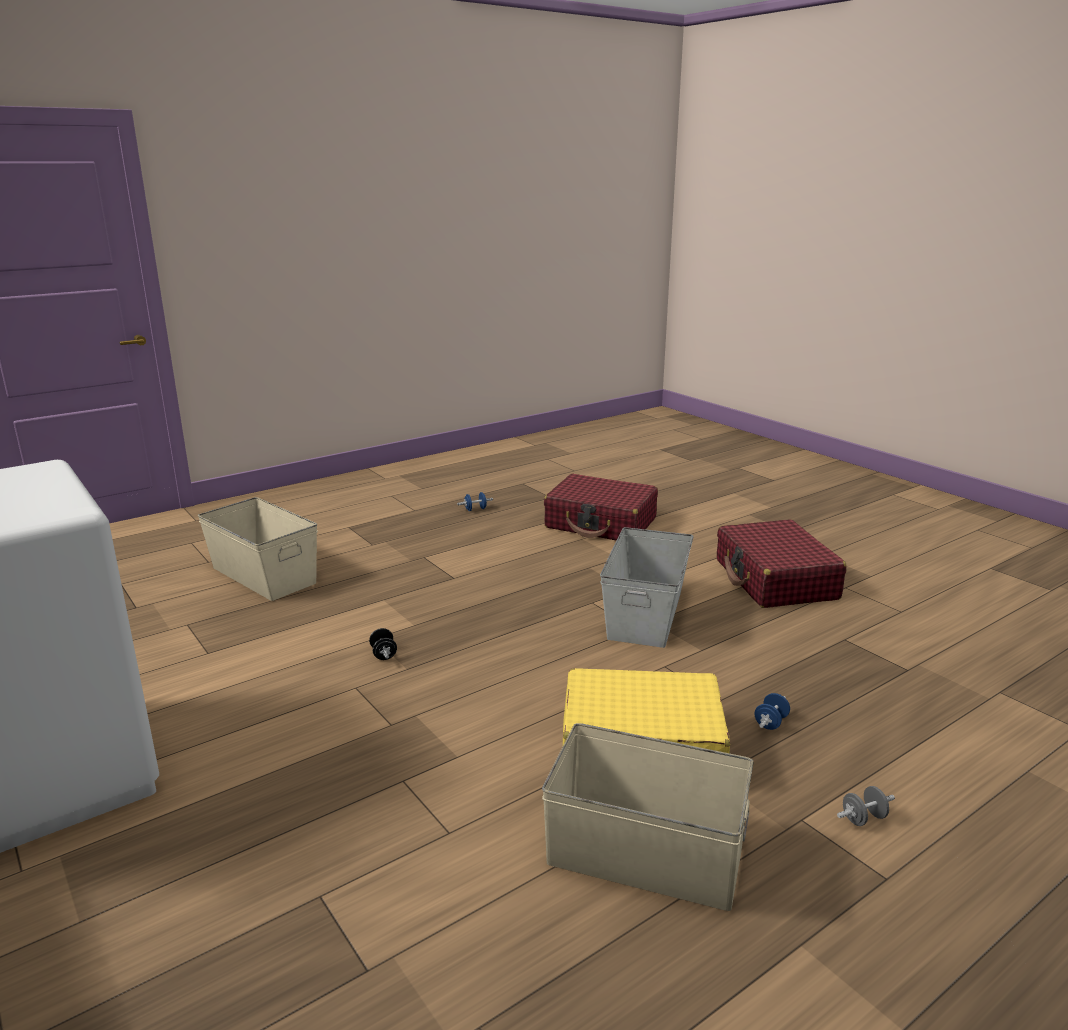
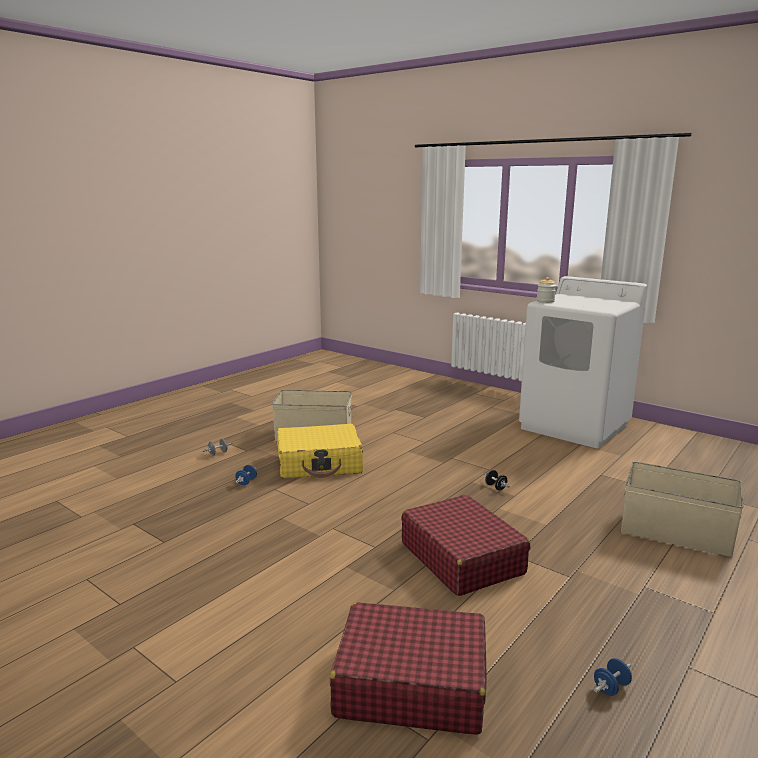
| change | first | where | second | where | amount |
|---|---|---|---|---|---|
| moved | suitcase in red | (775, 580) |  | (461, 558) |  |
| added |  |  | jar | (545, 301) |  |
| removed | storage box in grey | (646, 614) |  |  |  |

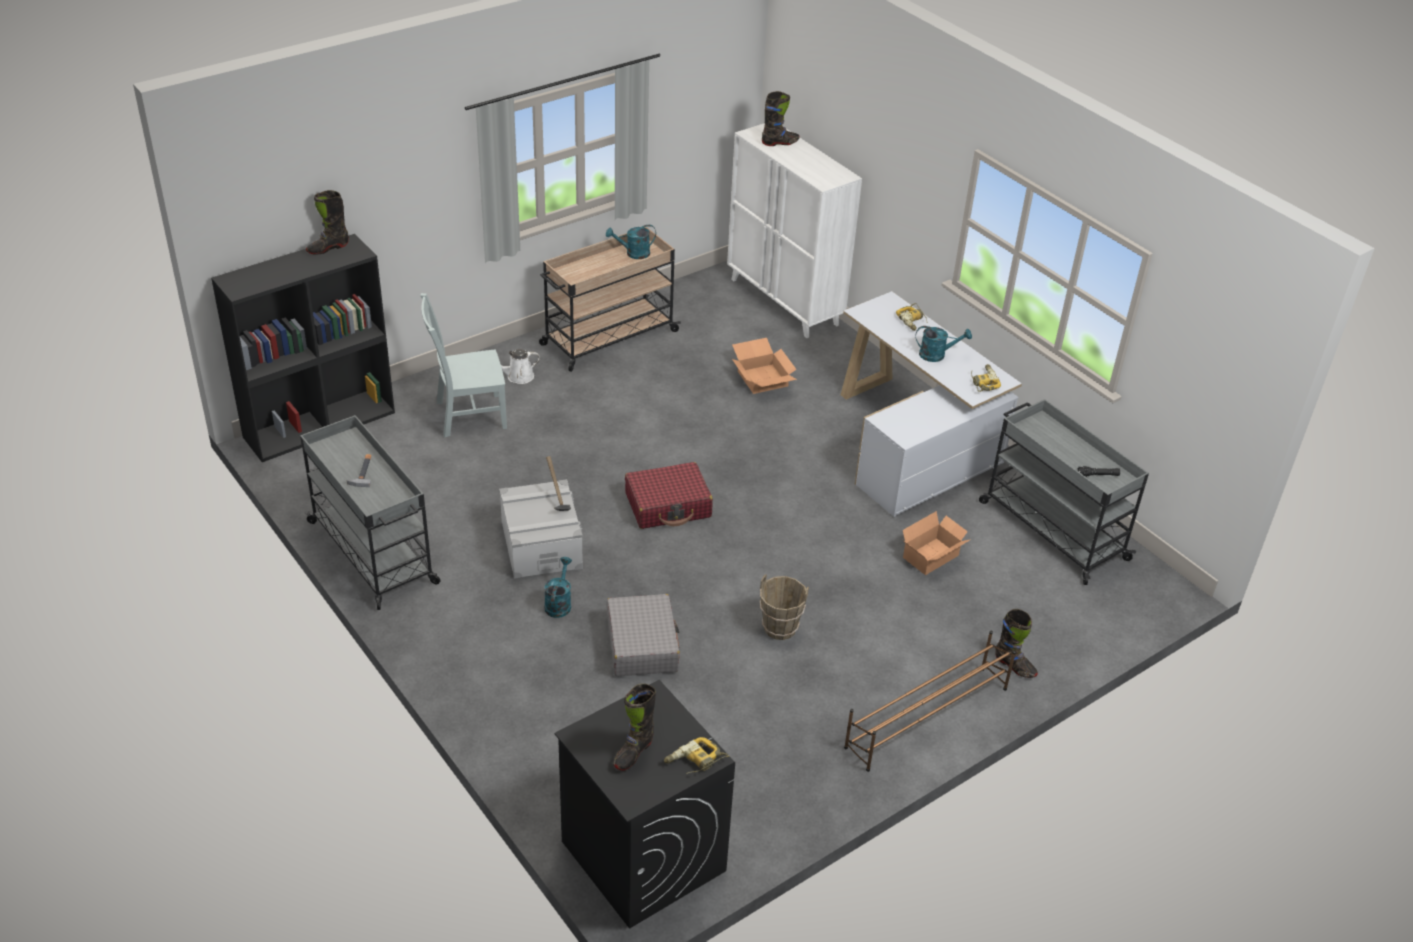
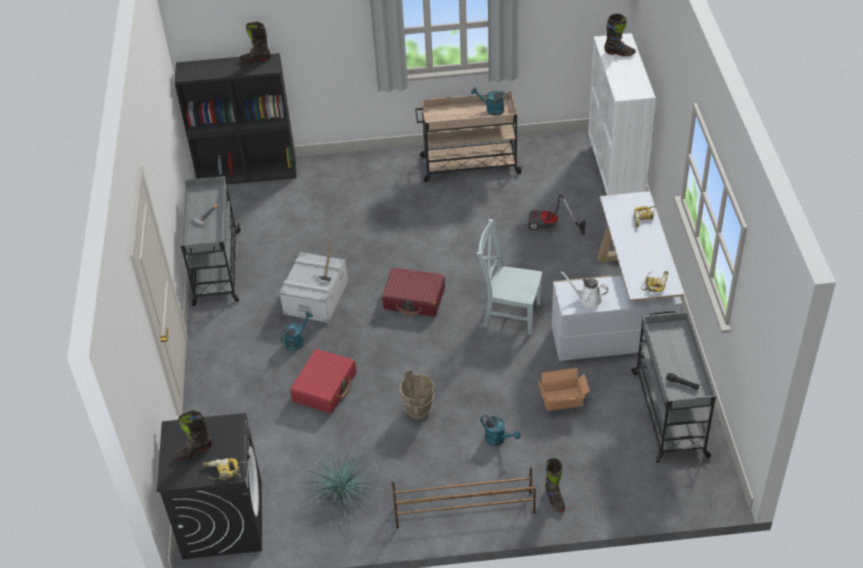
| change | first | where | second | where | amount |
|---|---|---|---|---|---|
| recoloured | suitcase in grey | (642, 645) | suitcase in red | (325, 387) |  |
| added |  |  | potted plant | (341, 491) |  |
| moved | chair in grey | (467, 415) |  | (509, 314) |  |
| moved | watering can in turquoise | (937, 355) |  | (498, 439) |  |
| replaced | cardboard box | (761, 378) | vacuum cleaner | (550, 227) |  |
| moved | watering can in white | (517, 376) |  | (587, 299) |  |

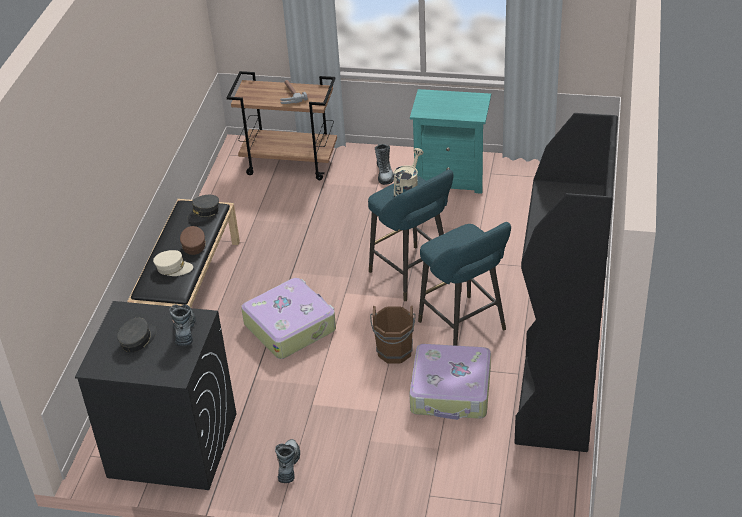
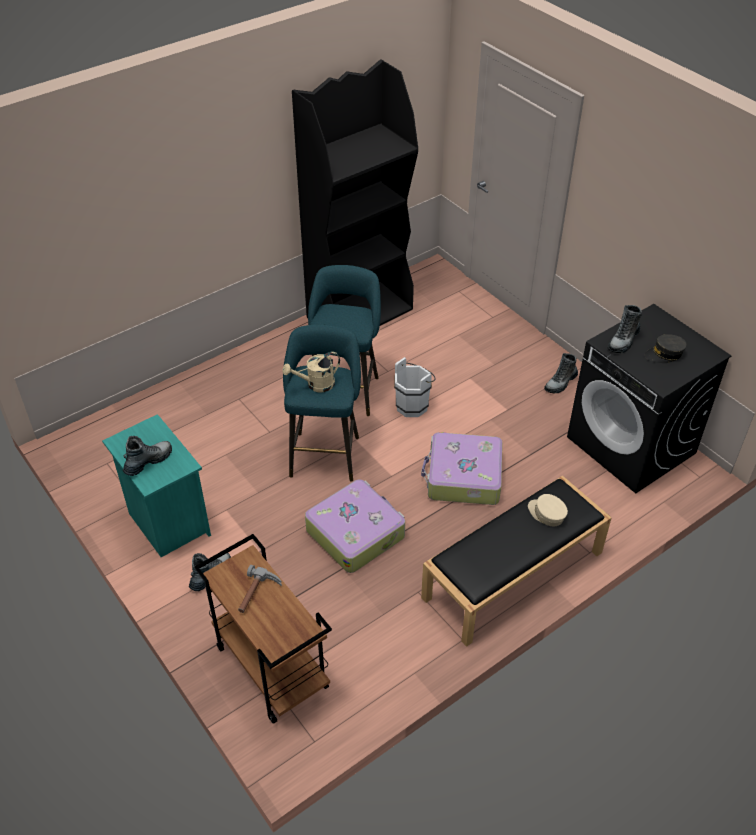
| change | first | where | second | where | amount |
|---|---|---|---|---|---|
| added |  |  | boot | (148, 462) |  |
| moved | suitcase | (451, 391) |  | (355, 532) |  |
| recoloured | bucket in brown | (394, 354) | bucket in white | (414, 405) |  |
| removed | cap in brown | (193, 245) |  |  |  |
| removed | cap in grey | (204, 213) |  |  |  |

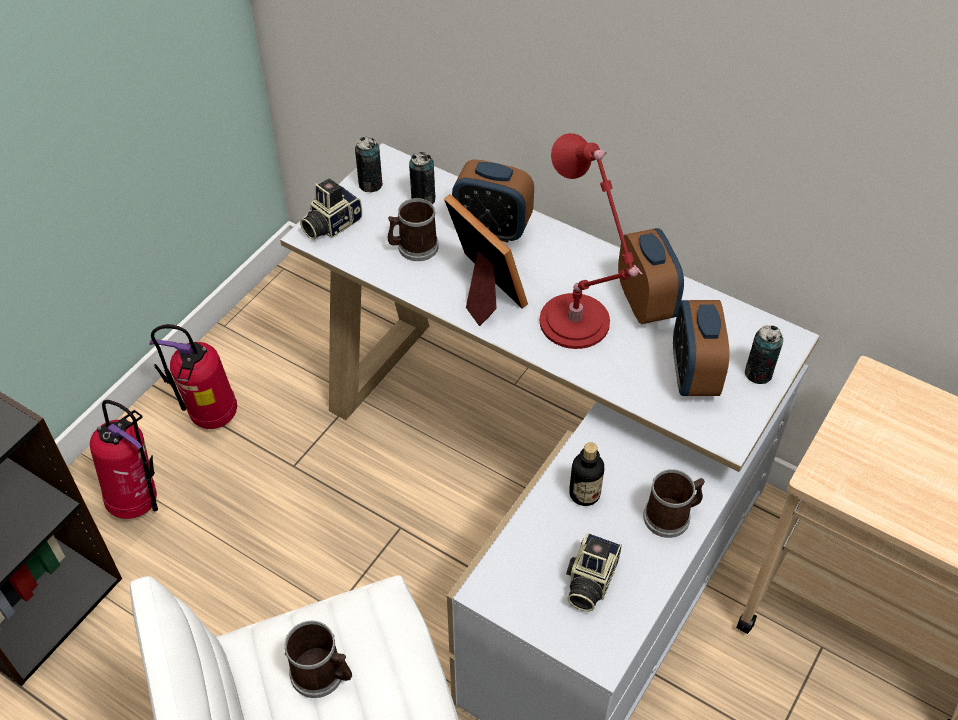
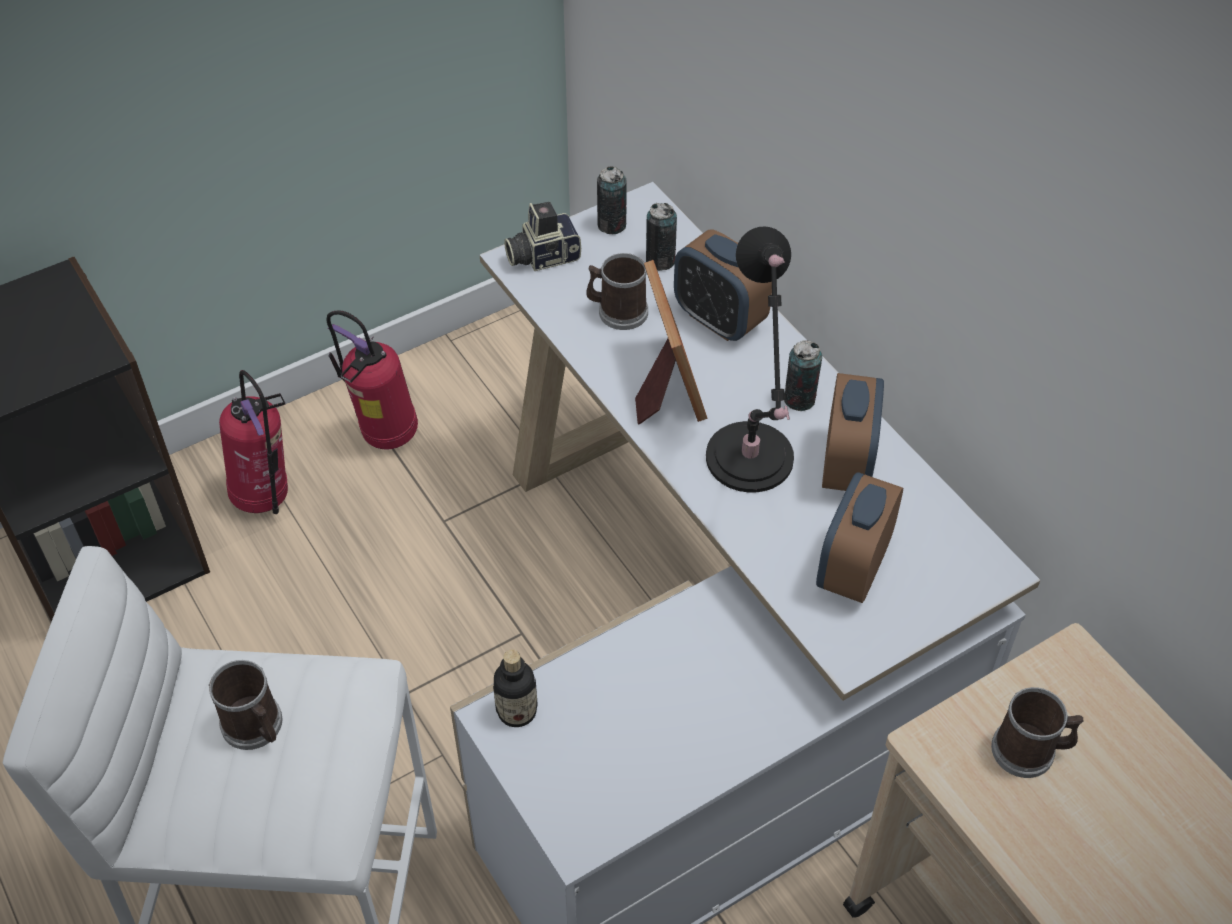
| change | first | where | second | where | amount |
|---|---|---|---|---|---|
| moved | bottle | (584, 494) |  | (517, 711) |  |
| recoloured | table lamp in red | (577, 326) | table lamp in black | (750, 464) |  |
| moved | can | (758, 374) |  | (799, 399) |  |
| moved | mug | (671, 516) |  | (1030, 751) |  |
| removed | photo camera | (589, 581) |  |  |  |

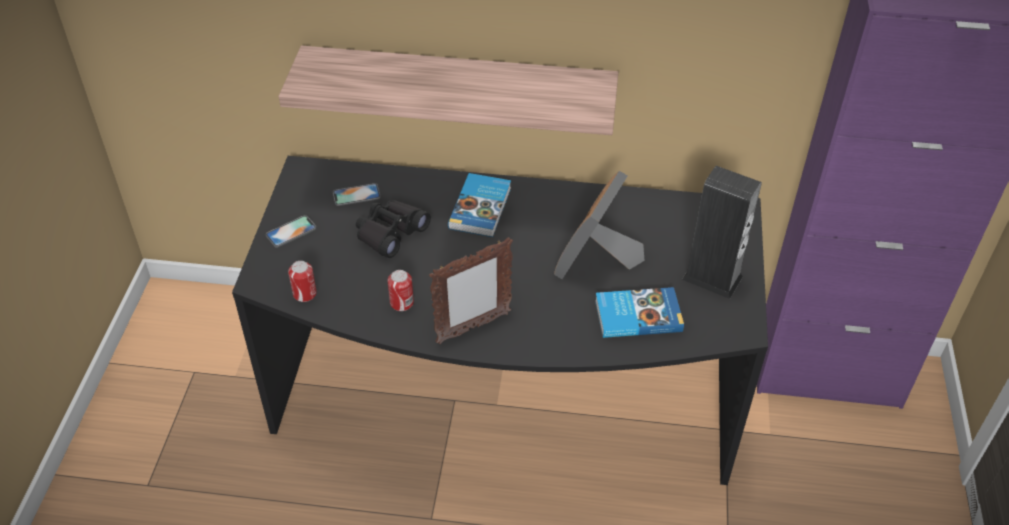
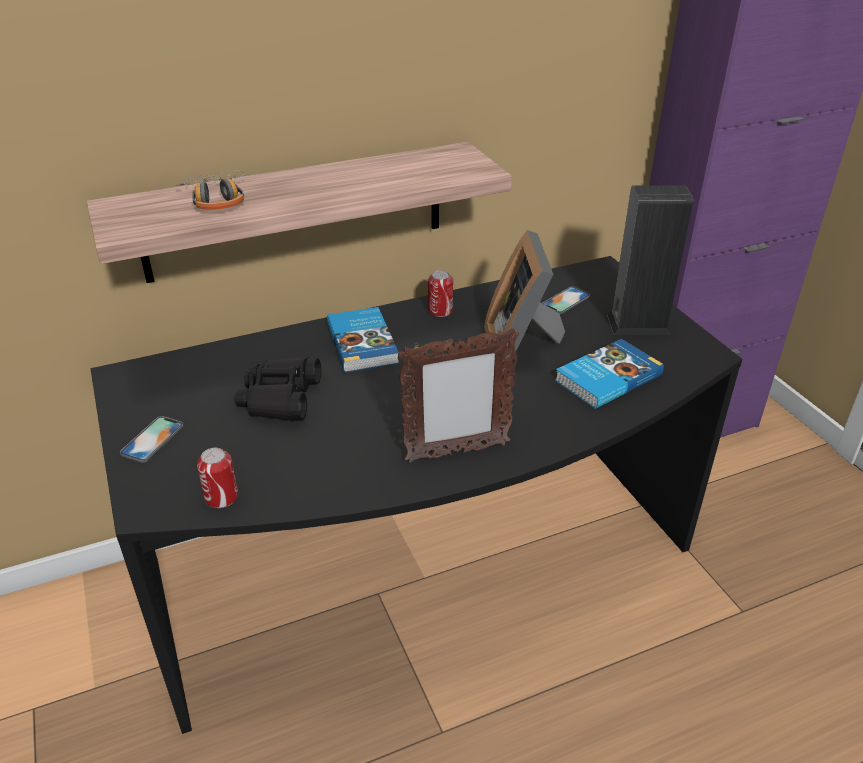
| change | first | where | second | where | amount |
|---|---|---|---|---|---|
| added |  |  | headphones | (217, 200) |  |
| turned | picture frame | (472, 328) |  | (456, 453) | 45 degrees clockwise |
| moved | can | (401, 303) |  | (440, 311) |  |
| moved | phone | (356, 195) |  | (566, 301) |  |

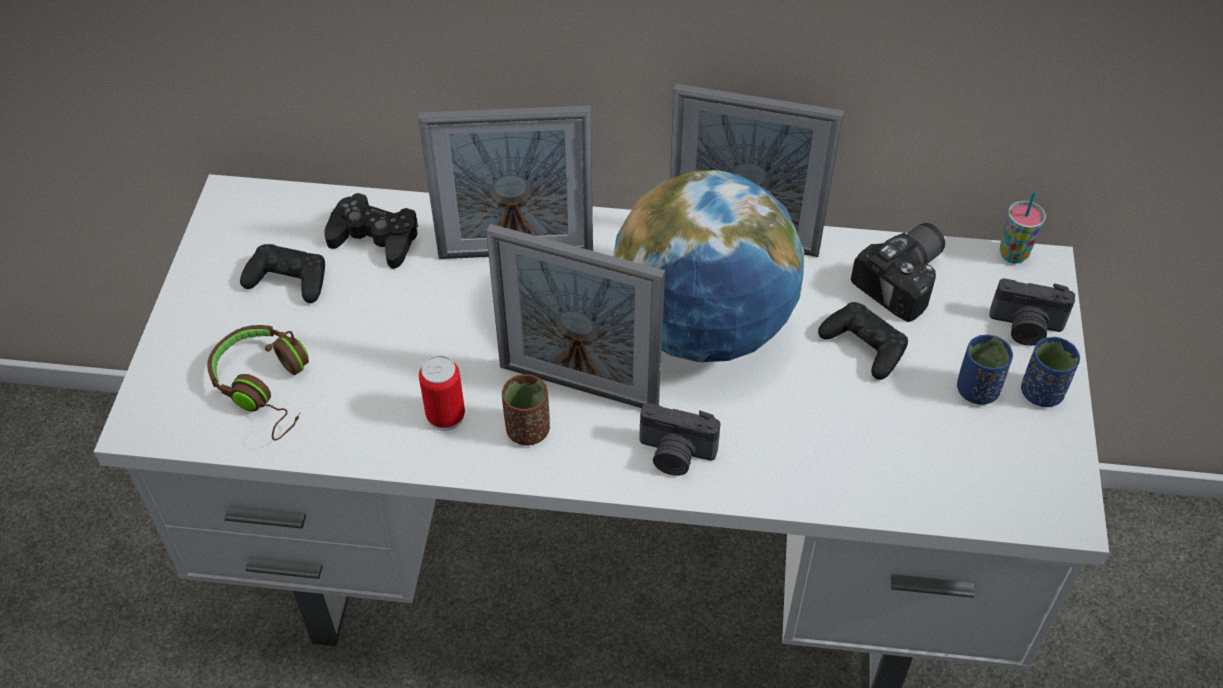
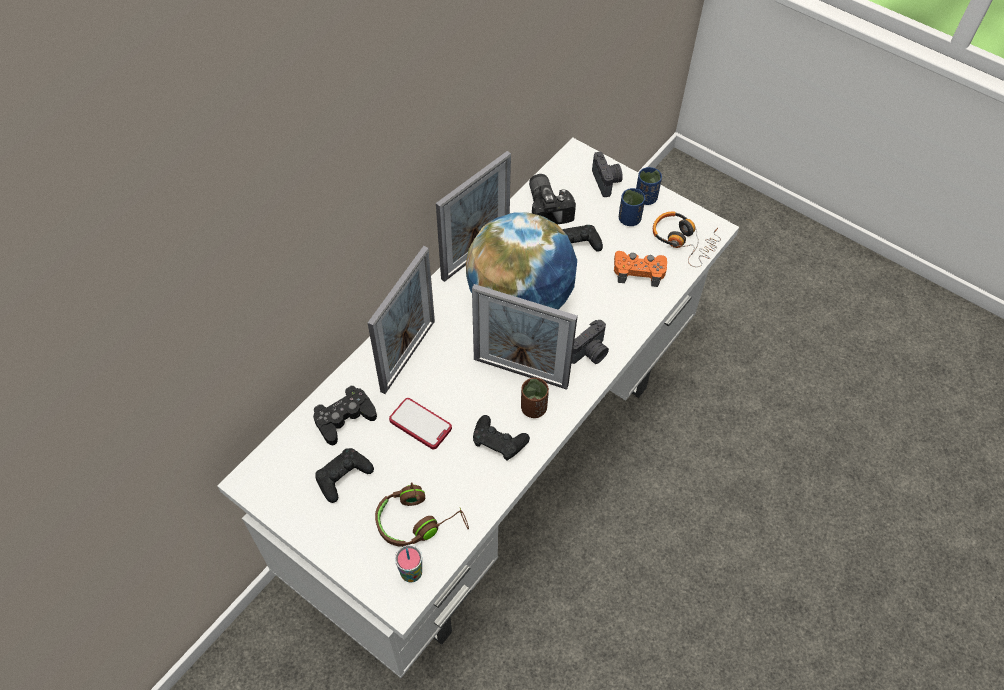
| change | first | where | second | where | amount |
|---|---|---|---|---|---|
| added |  |  | phone | (420, 424) |  |
| moved | cup | (1013, 254) |  | (411, 573) |  |
| turned | picture frame | (578, 386) |  | (520, 372) | 60 degrees clockwise |
| replaced | can | (445, 415) | game controller in black | (499, 441) |  |
| turned | photo camera | (1025, 328) |  | (607, 181) | 60 degrees counterclockwise |
| added |  |  | game controller in orange | (639, 271) |  |
| added |  |  | headphones | (683, 241) |  |

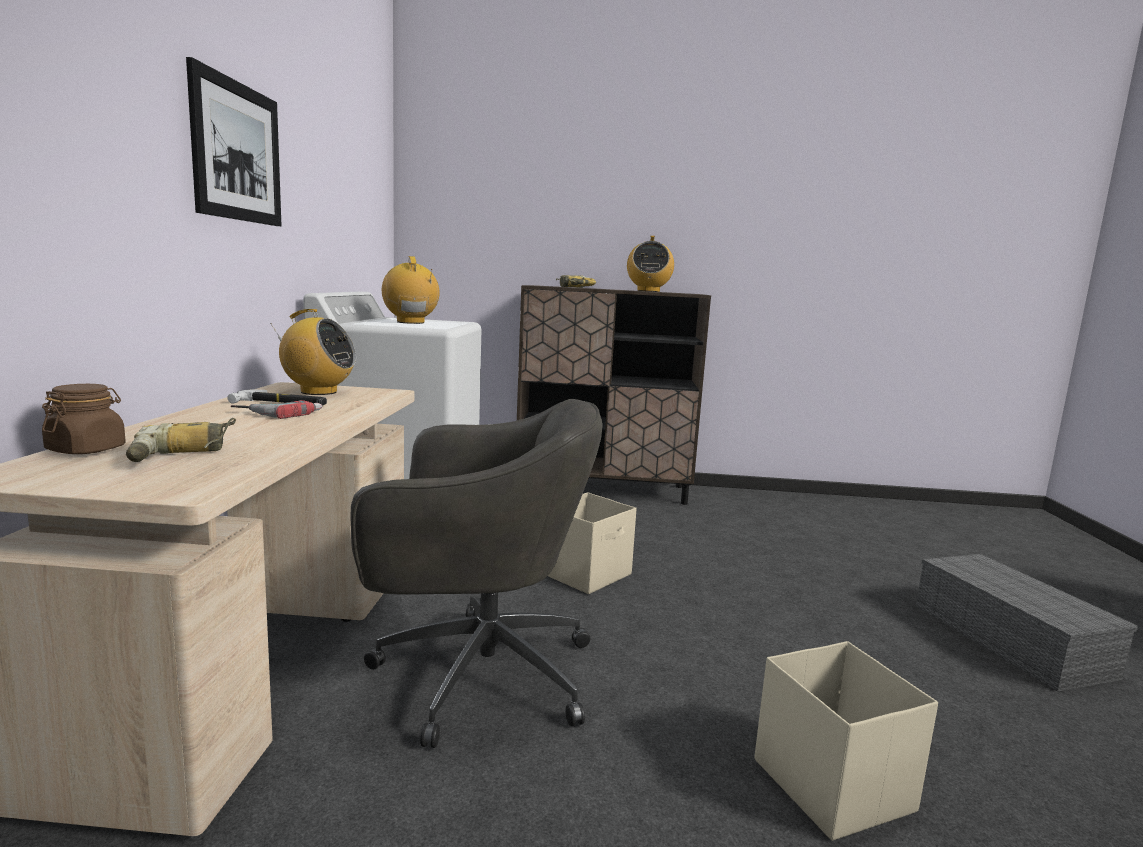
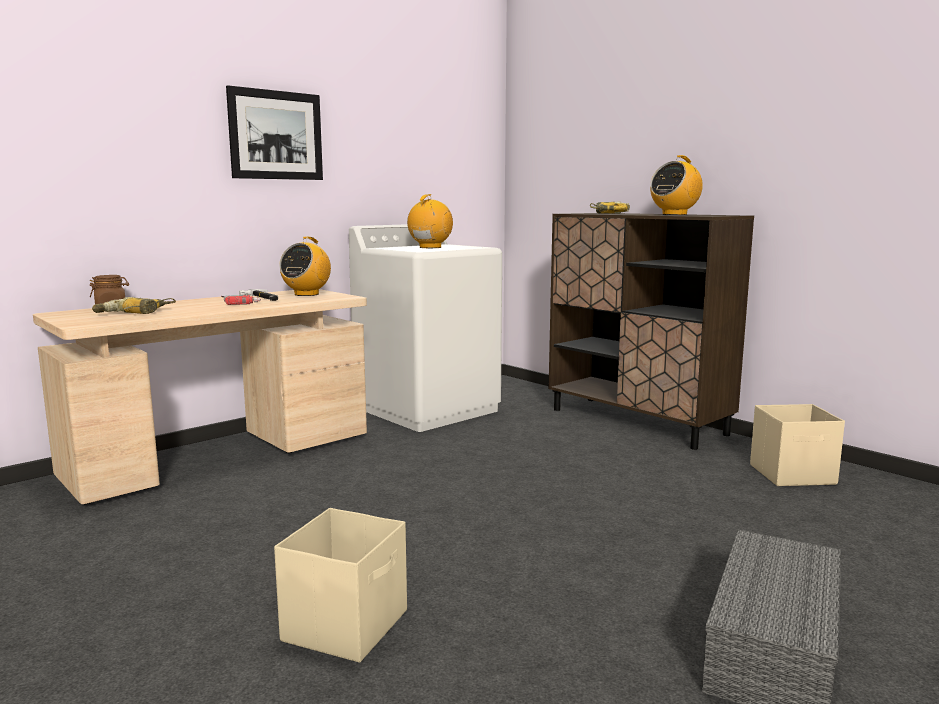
| change | first | where | second | where | amount |
|---|---|---|---|---|---|
| turned | radio | (318, 392) |  | (306, 294) | 60 degrees clockwise |
| moved | storage box in beige | (587, 574) |  | (793, 475) |  |
| removed | office chair in grey | (478, 673) |  |  |  |

